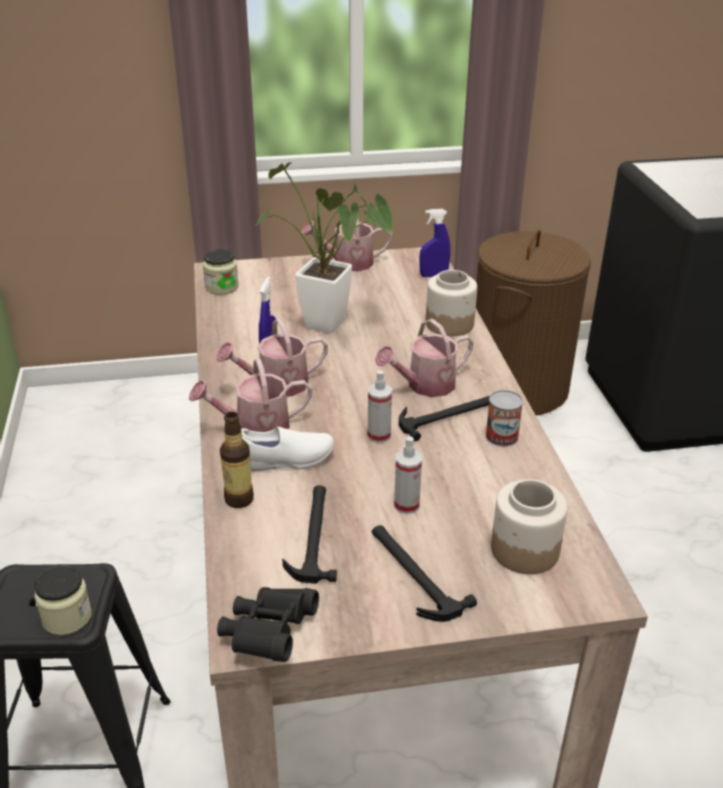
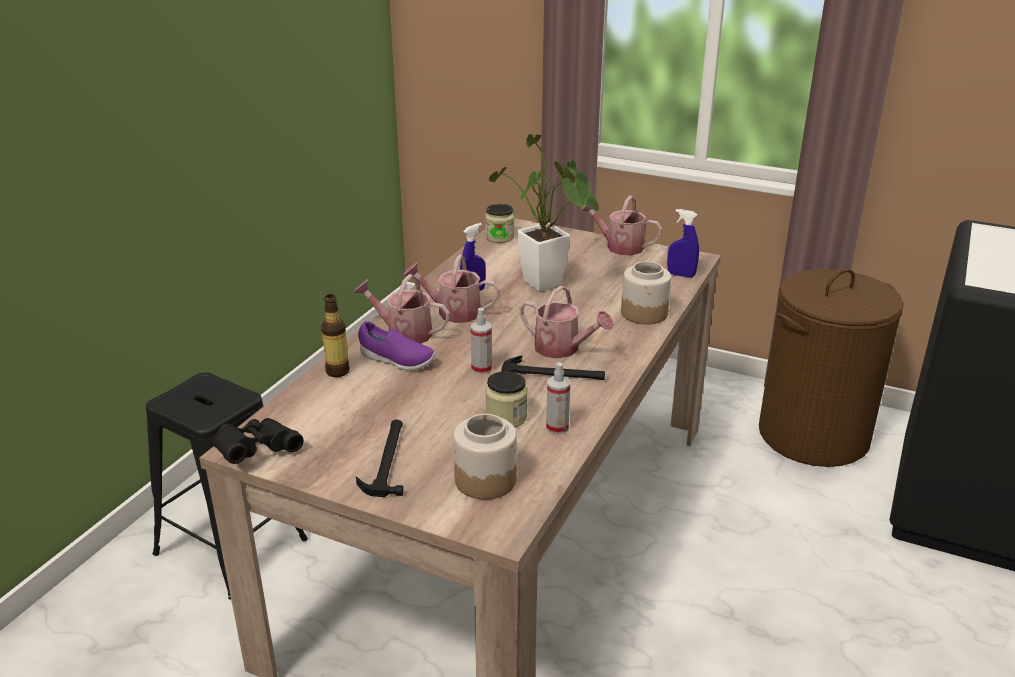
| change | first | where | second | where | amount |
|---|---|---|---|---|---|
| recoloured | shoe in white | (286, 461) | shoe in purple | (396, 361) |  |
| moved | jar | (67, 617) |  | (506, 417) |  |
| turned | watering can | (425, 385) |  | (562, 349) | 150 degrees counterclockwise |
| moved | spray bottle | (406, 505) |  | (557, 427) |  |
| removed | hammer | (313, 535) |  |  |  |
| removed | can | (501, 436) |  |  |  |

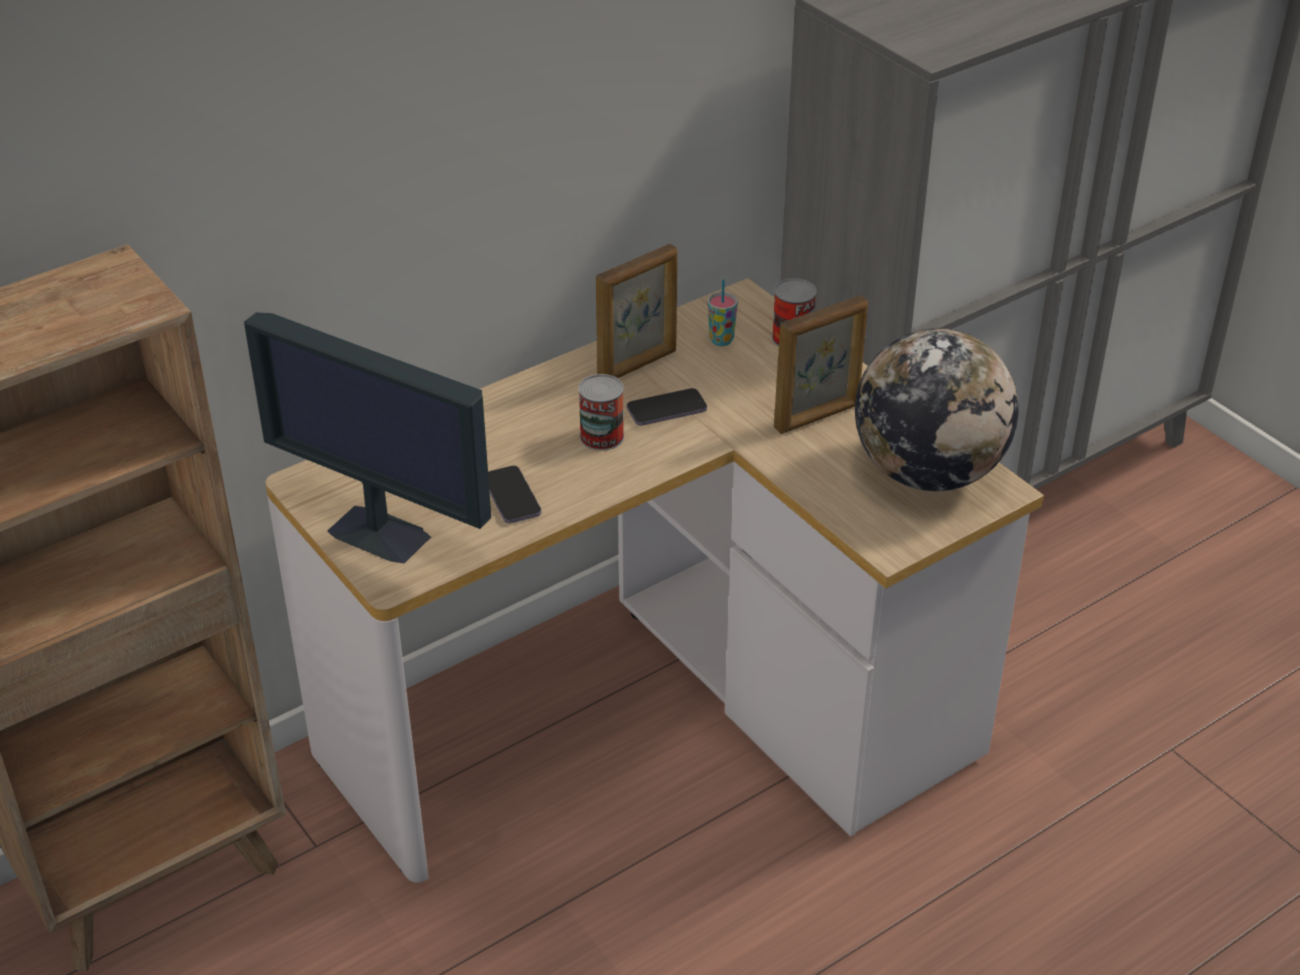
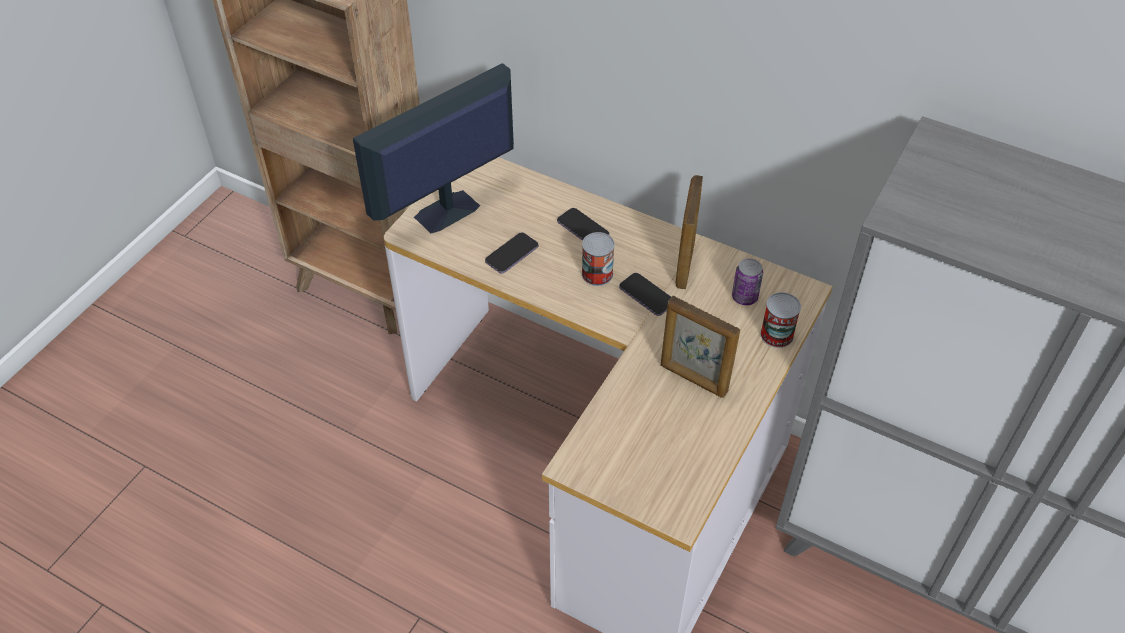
| change | first | where | second | where | amount |
|---|---|---|---|---|---|
| turned | monitor | (381, 534) |  | (446, 212) | 45 degrees clockwise |
| added |  |  | phone | (583, 229) |  |
| turned | picture frame | (638, 365) |  | (684, 264) | 75 degrees clockwise |
| replaced | cup | (721, 340) | can | (744, 297) |  |
| removed | globe | (928, 472) |  |  |  |

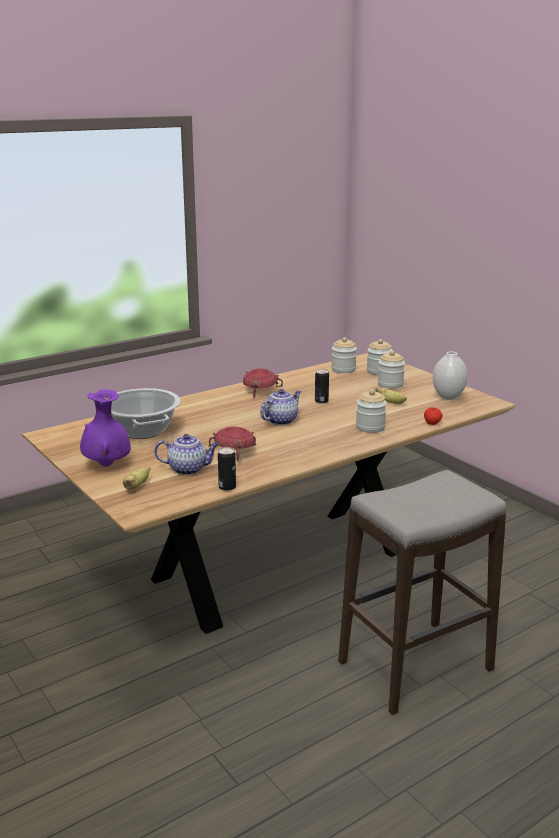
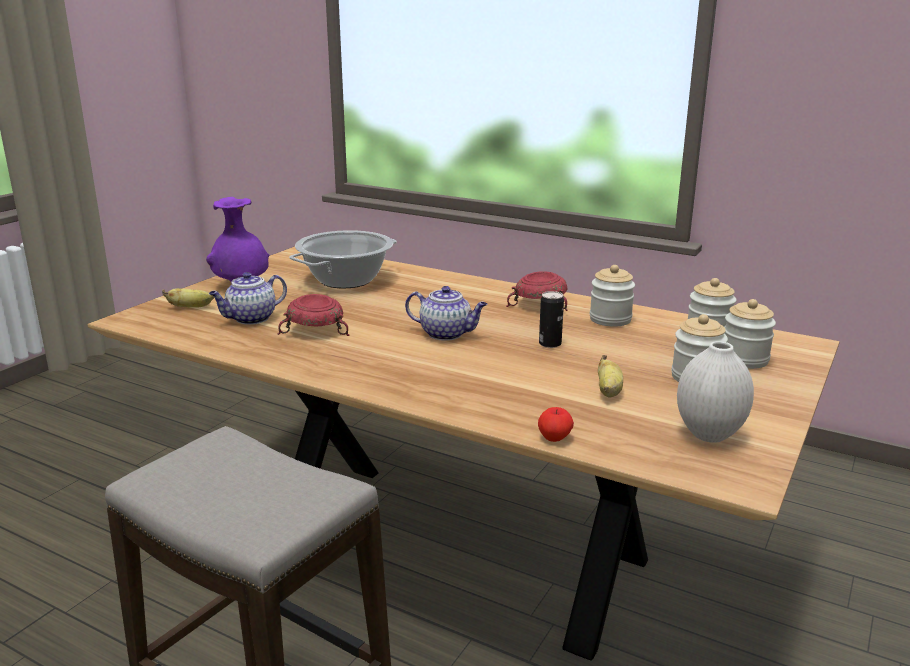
| change | first | where | second | where | amount |
|---|---|---|---|---|---|
| turned | teapot | (188, 469) |  | (251, 319) | 75 degrees clockwise |
| moved | jar | (370, 427) |  | (610, 319) |  |
| removed | can | (227, 487) |  |  |  |

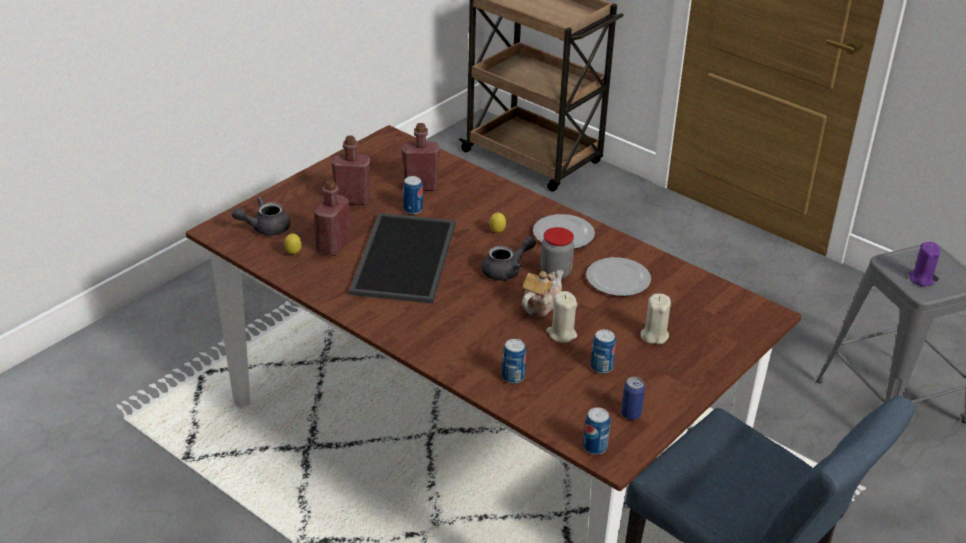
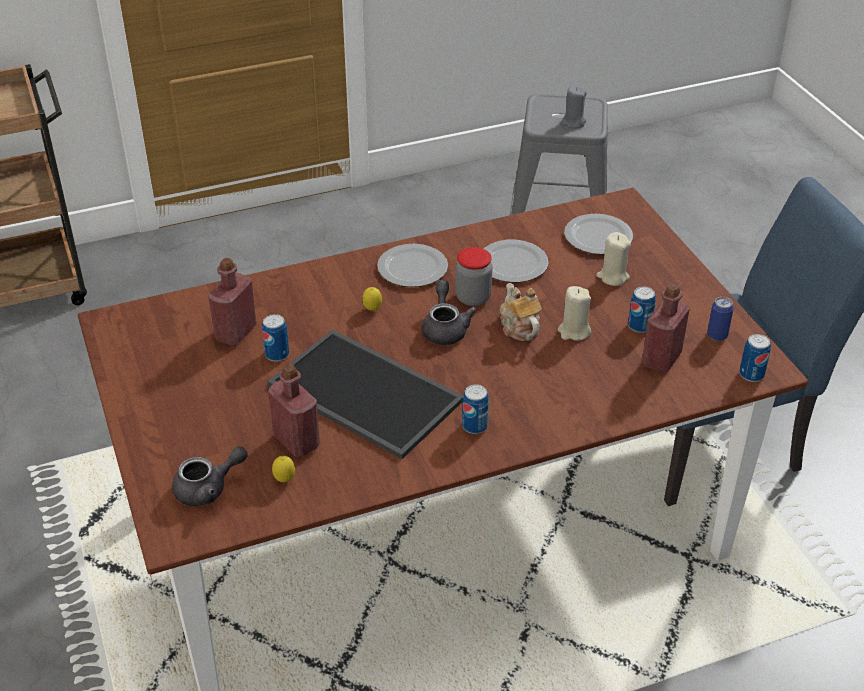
| change | first | where | second | where | amount |
|---|---|---|---|---|---|
| turned | teapot in grey | (265, 228) |  | (208, 489) | 120 degrees counterclockwise |
| moved | can | (513, 377) |  | (474, 426) |  |
| recoloured | candle in purple | (921, 279) | candle in grey | (573, 122) |  |
| added |  |  | plate | (599, 237) |  |
| moved | bottle in red | (352, 199) |  | (661, 359) |  |

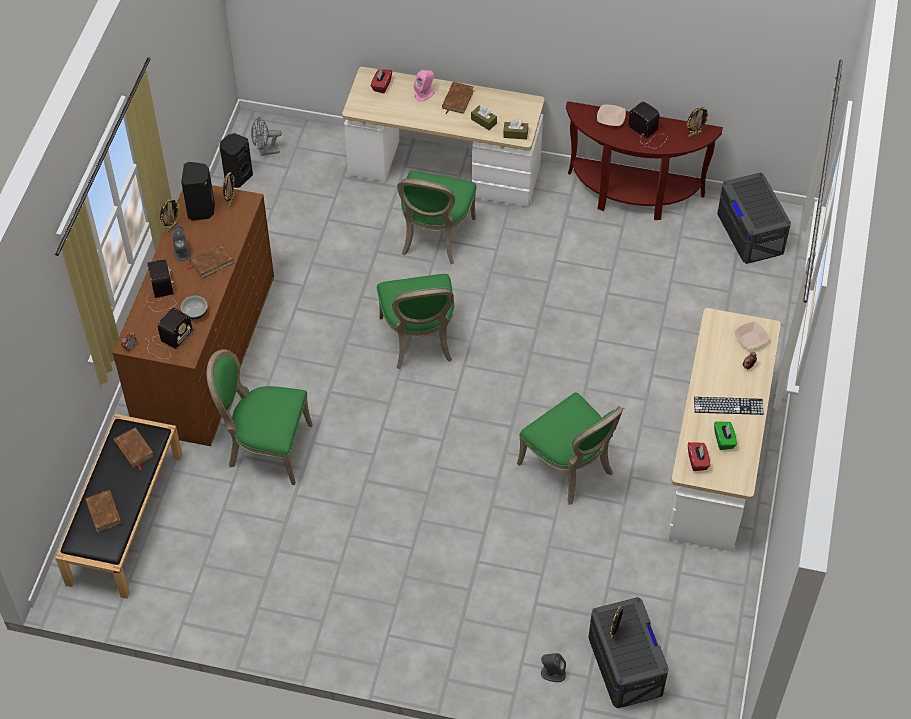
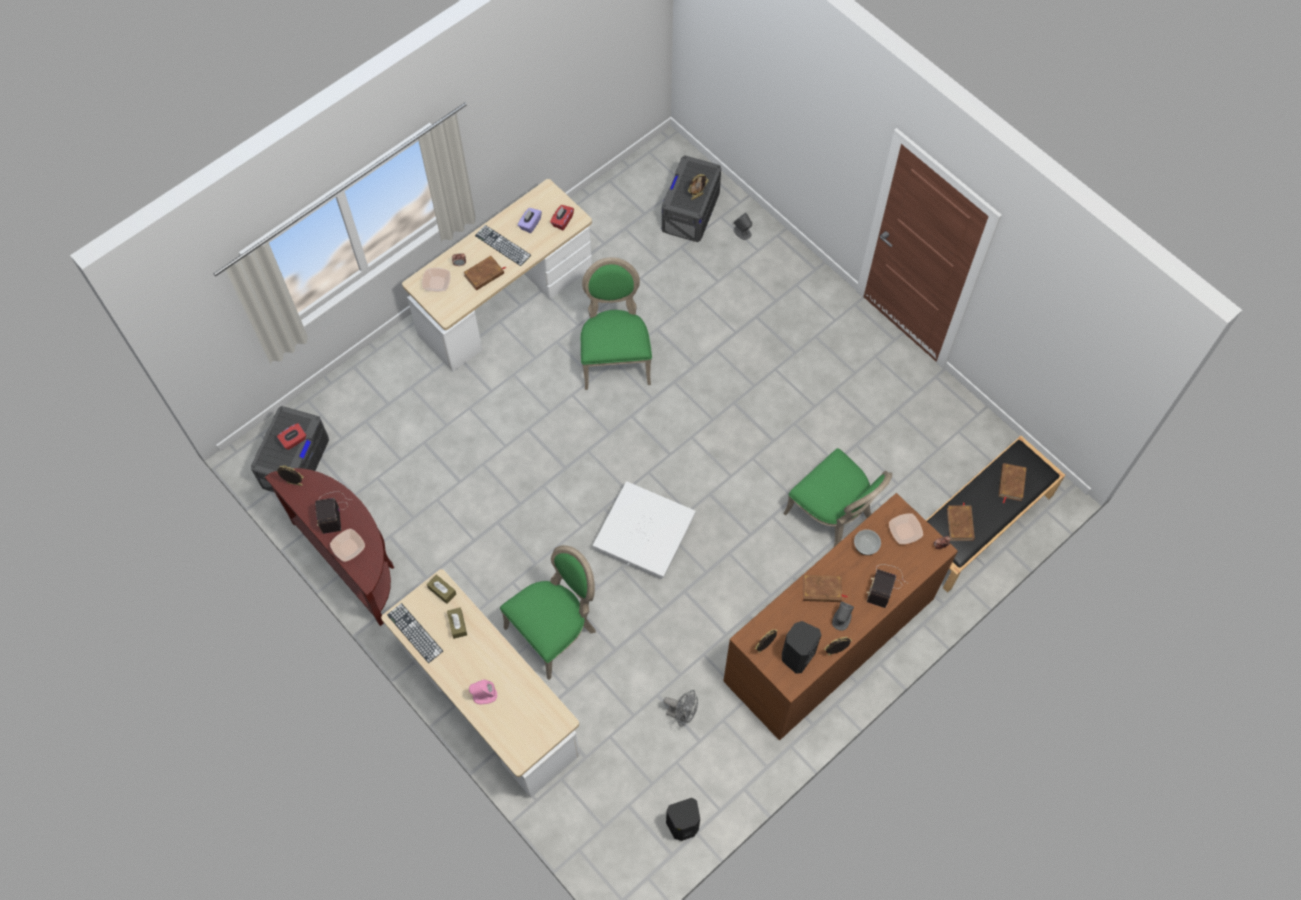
| change | first | where | second | where | amount |
|---|---|---|---|---|---|
| moved | tissue box in red | (381, 86) |  | (294, 440) |  |
| added |  |  | keyboard | (415, 633) |  |
| moved | book in brown | (457, 100) |  | (484, 275) |  |
| recoloured | tissue box in green | (724, 440) | tissue box in purple | (530, 224) |  |
| replaced | chair in green | (419, 341) | storage box in white | (645, 534) |  |
| moved | fan in grey | (266, 151) |  | (682, 714) |  |
| replaced | radio | (168, 342) | bowl | (904, 531) |  |

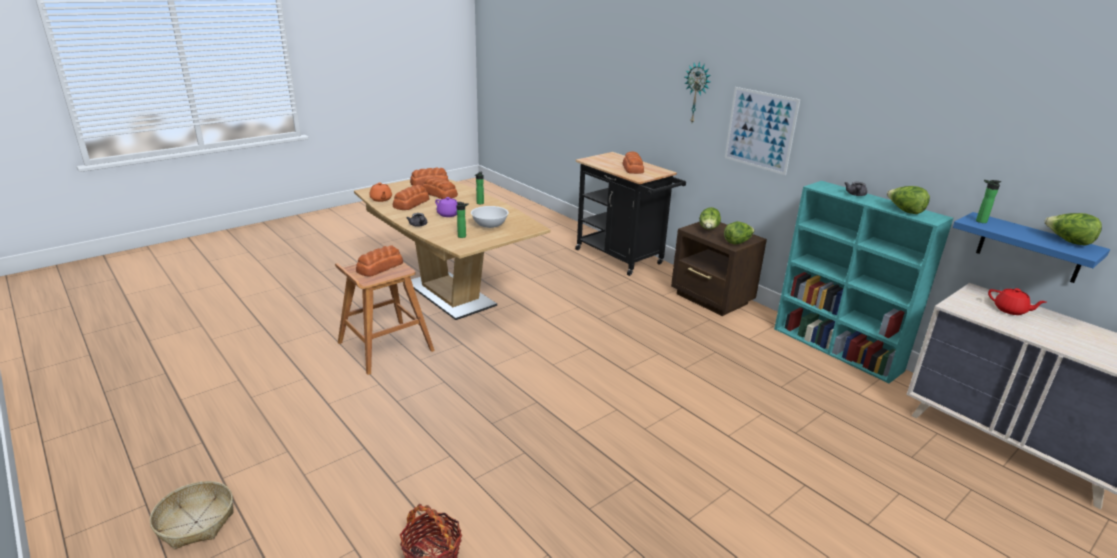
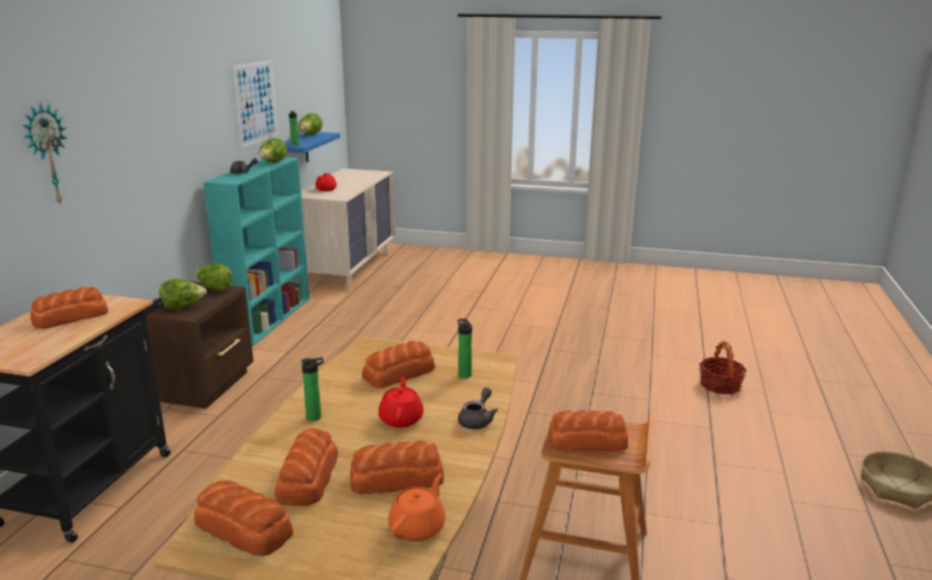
| change | first | where | second | where | amount |
|---|---|---|---|---|---|
| moved | picture | (760, 130) |  | (255, 102) |  |
| replaced | bowl in white | (489, 225) | bread | (400, 373) |  |
| recoloured | teapot in purple | (448, 214) | teapot in red | (401, 419) |  |

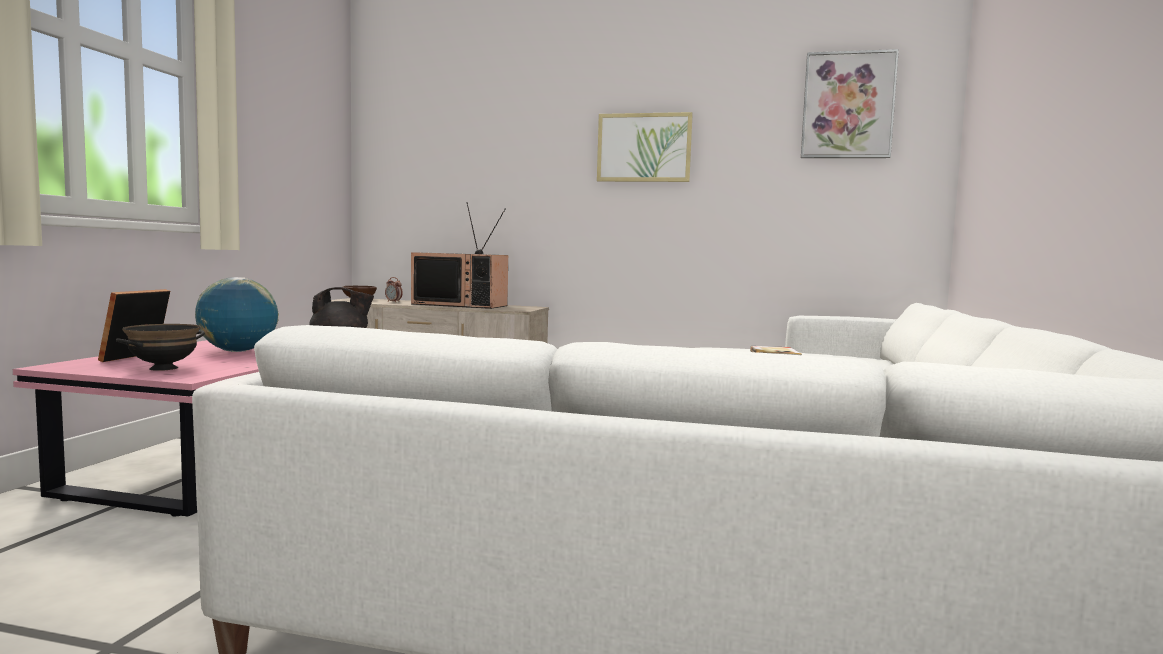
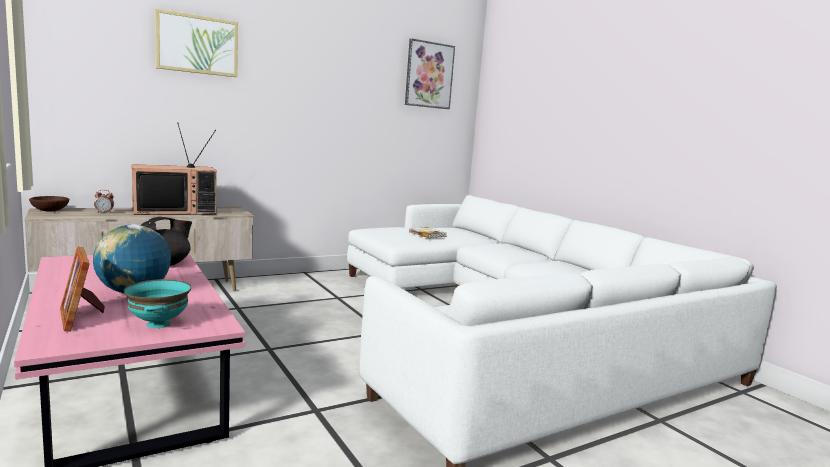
| change | first | where | second | where | amount |
|---|---|---|---|---|---|
| recoloured | bowl in black | (163, 368) | bowl in turquoise | (158, 324) |  |
| moved | picture | (644, 148) |  | (197, 44) |  |

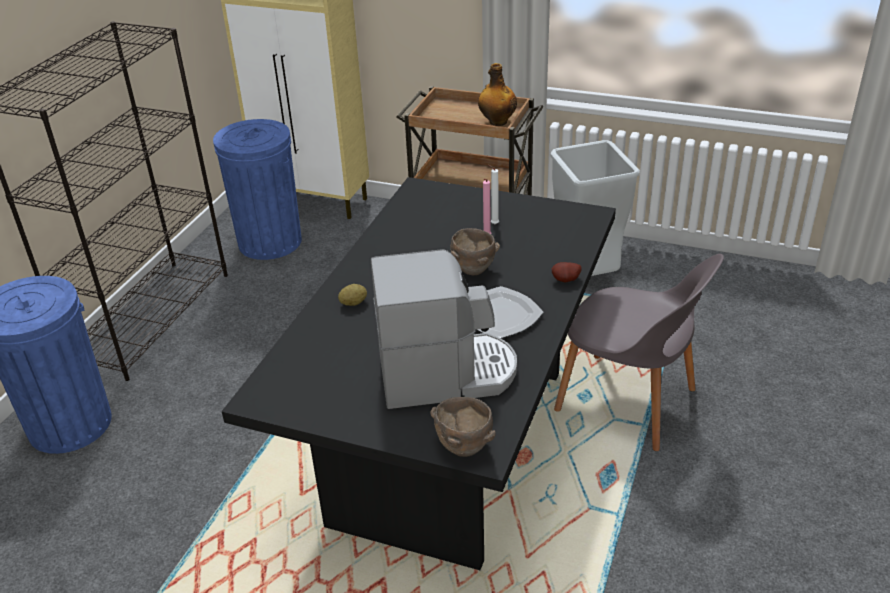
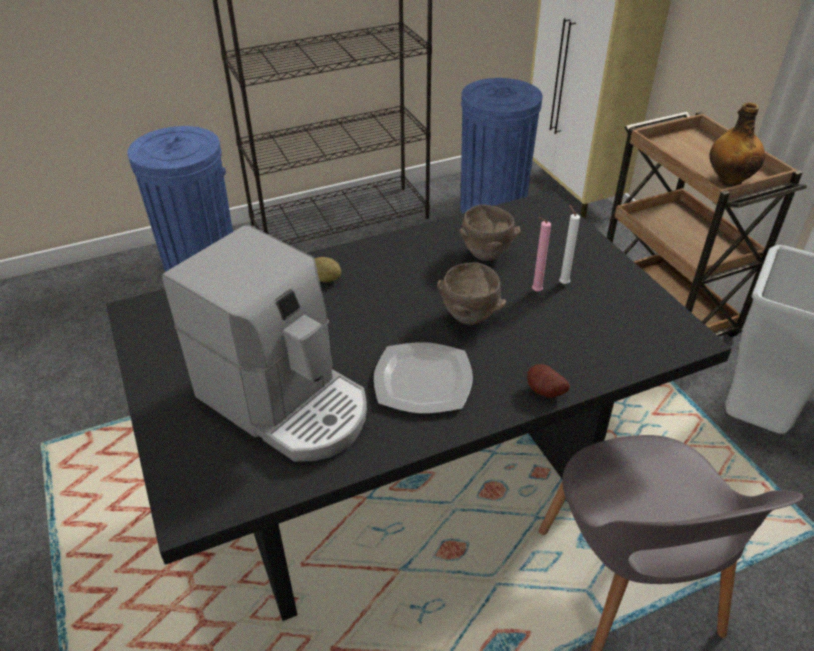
| change | first | where | second | where | amount |
|---|---|---|---|---|---|
| moved | bowl in brown | (465, 448) |  | (486, 256) |  |

